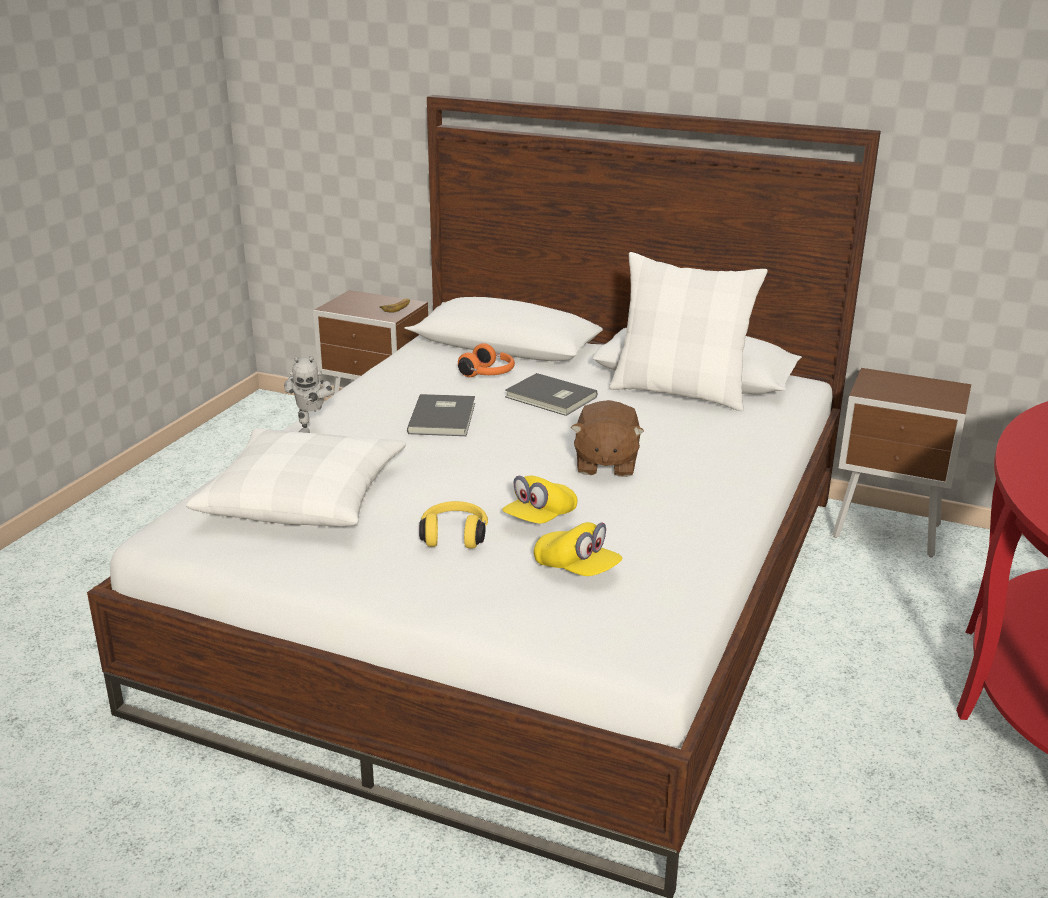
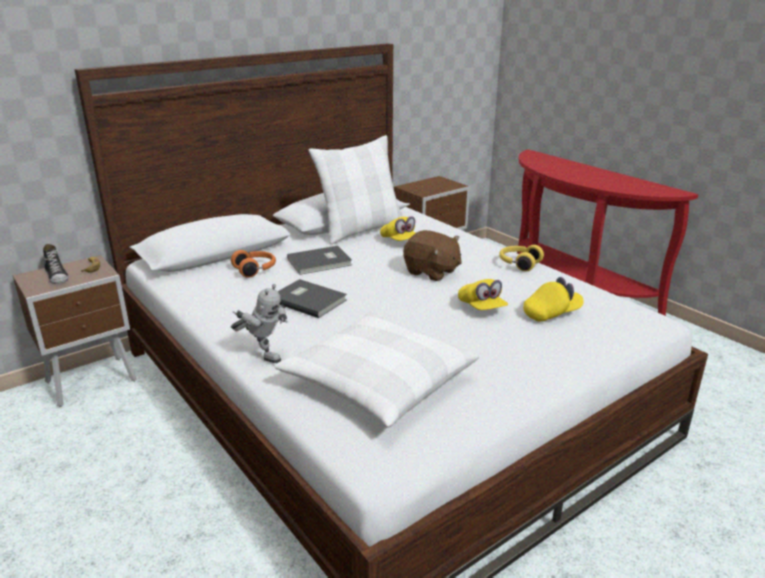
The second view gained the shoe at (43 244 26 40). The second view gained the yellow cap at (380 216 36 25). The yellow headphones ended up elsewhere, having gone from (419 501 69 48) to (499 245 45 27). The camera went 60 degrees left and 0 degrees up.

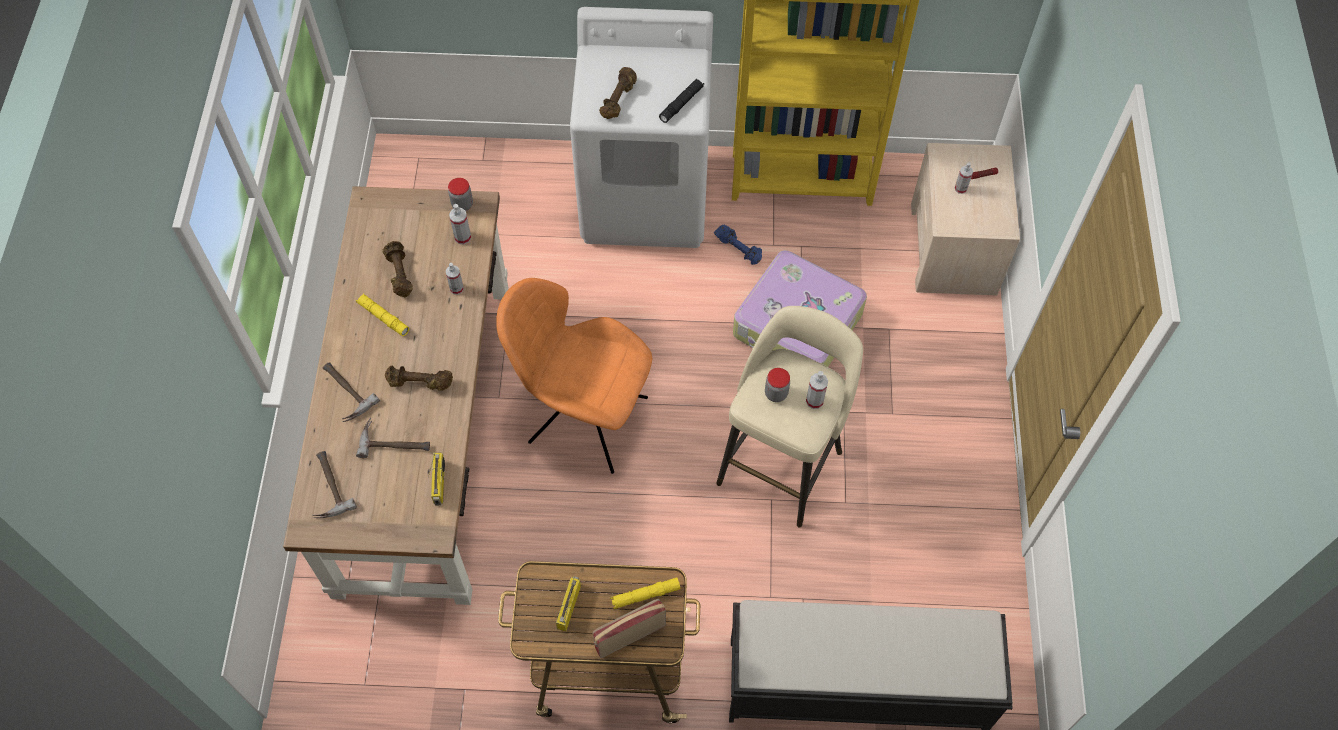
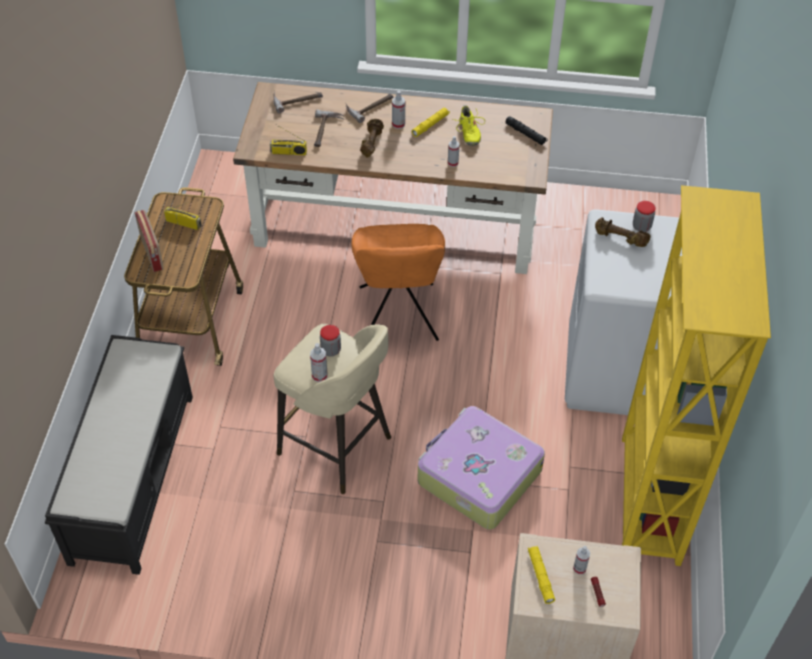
The second view lost the blue dumbbell at (714 224 48 41). The jar ended up elsewhere, having gone from (448 178 25 33) to (633 201 23 31). The spray bottle ended up elsewhere, having gone from (449 204 22 41) to (392 90 13 39). The yellow flashlight ended up elsewhere, having gone from (610 578 71 31) to (528 545 27 59). The black flashlight ended up elsewhere, having gone from (659 78 45 45) to (506 116 41 29). Where the brown dumbbell stood at (383 241 30 56), the yellow shoe came to stand at (452 106 33 40). The orange chair at (496 278 156 196) ended up facing another way, 150 degrees clockwise from before. The camera went 95 degrees right and 10 degrees down.

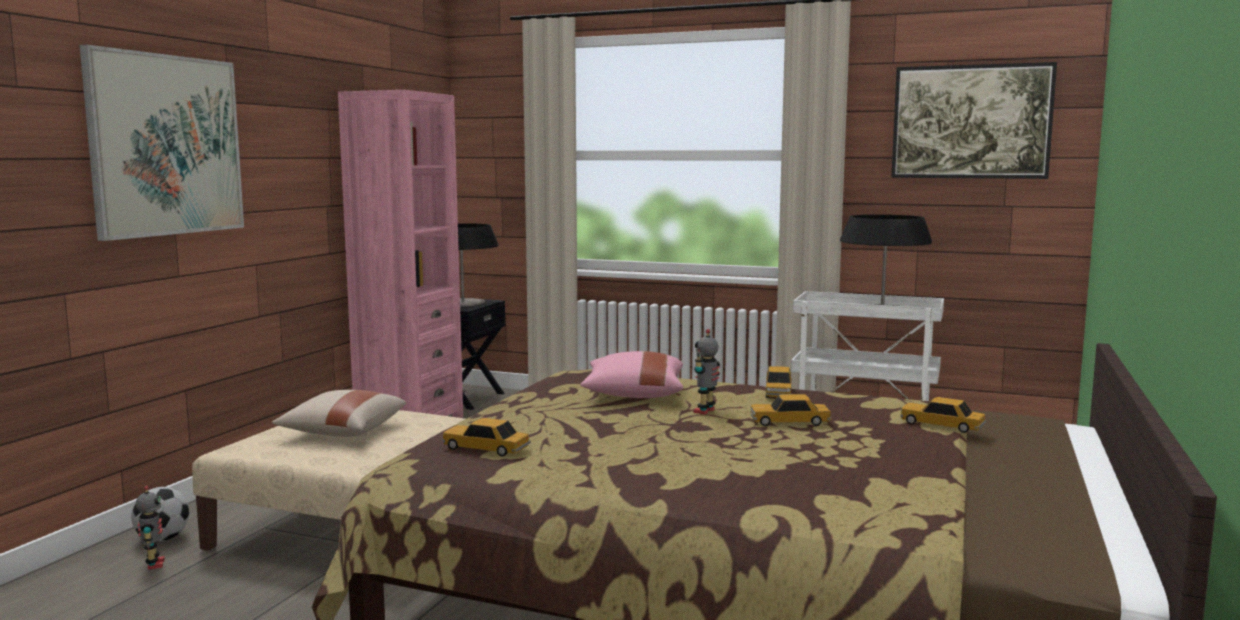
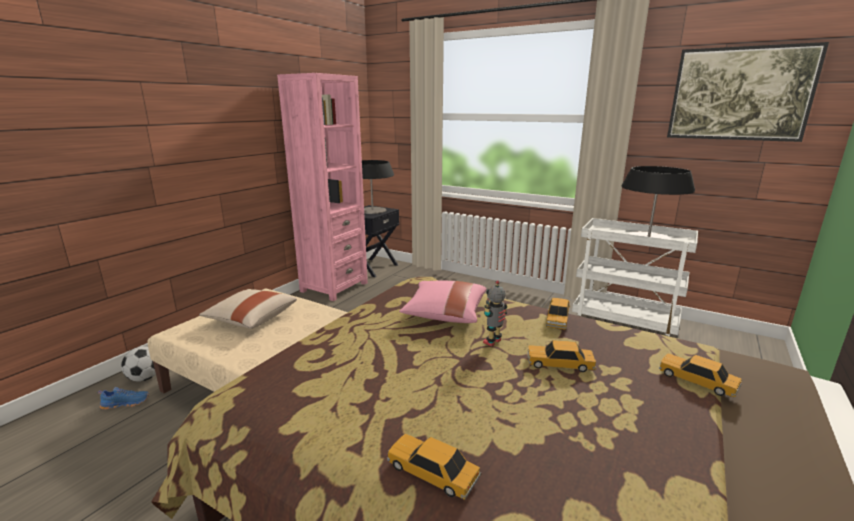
The second view lost the picture at (79 44 165 197). The toy car ended up elsewhere, having gone from (442 418 89 38) to (387 434 94 66). Where the toy robot stood at (136 486 29 83), the blue shoe came to stand at (98 387 51 23). The camera went 10 degrees right and 10 degrees up.

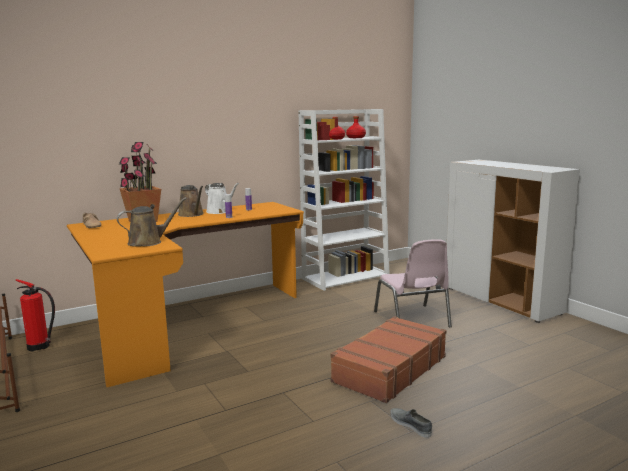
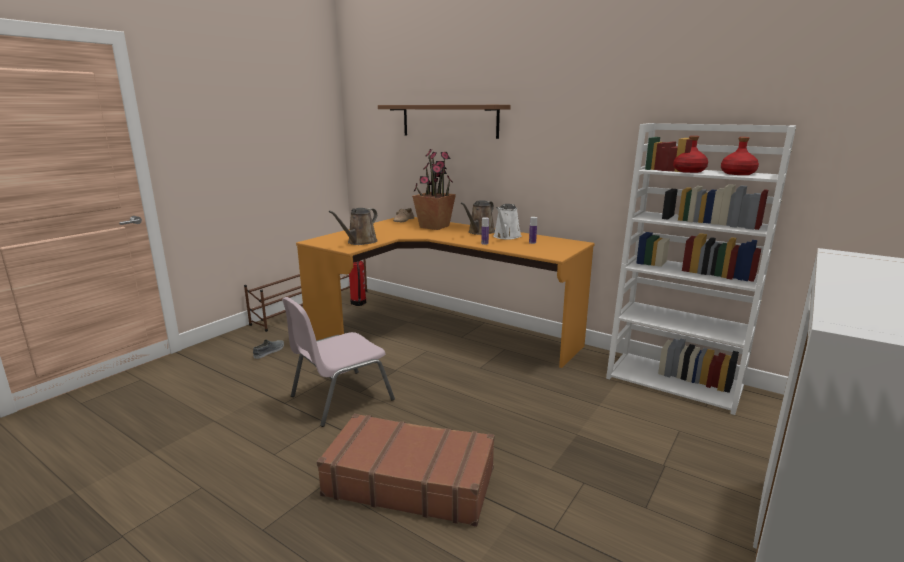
The second view gained the brown shelf at (378 105 133 34). The pink chair ended up elsewhere, having gone from (374 239 78 88) to (282 297 113 130). The grey shoe ended up elsewhere, having gone from (390 408 42 30) to (253 340 31 19). The brown watering can at (117 197 70 49) ended up facing another way, 90 degrees clockwise from before. The camera went 65 degrees right and 5 degrees up.

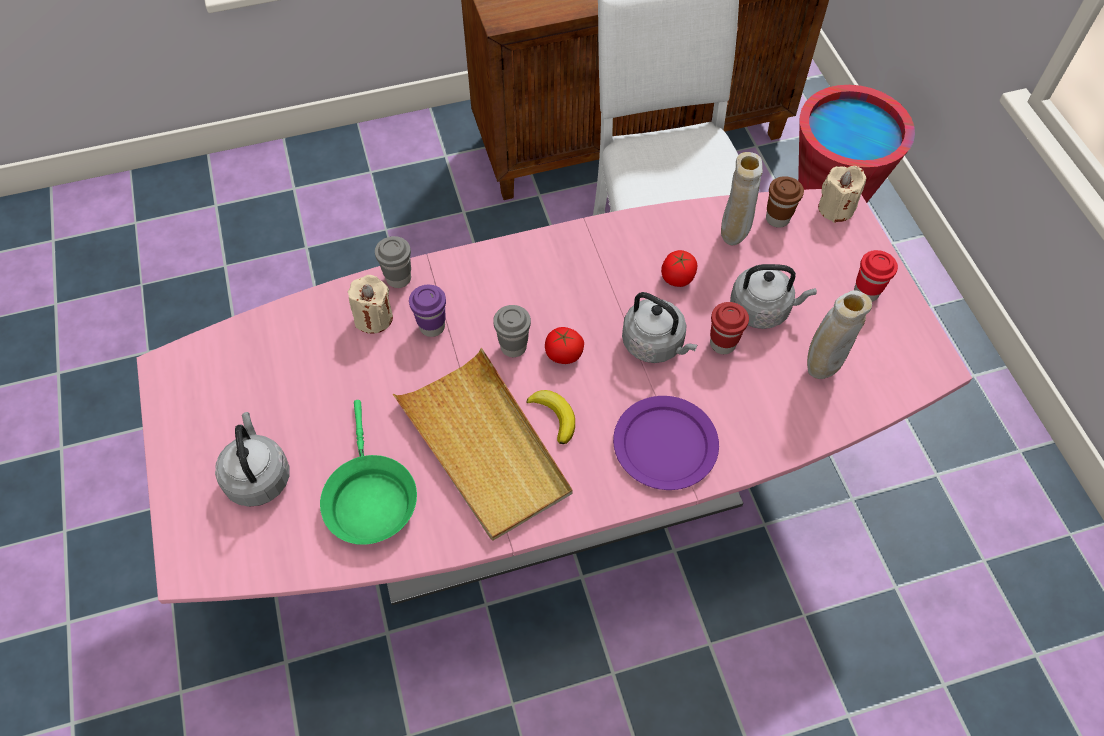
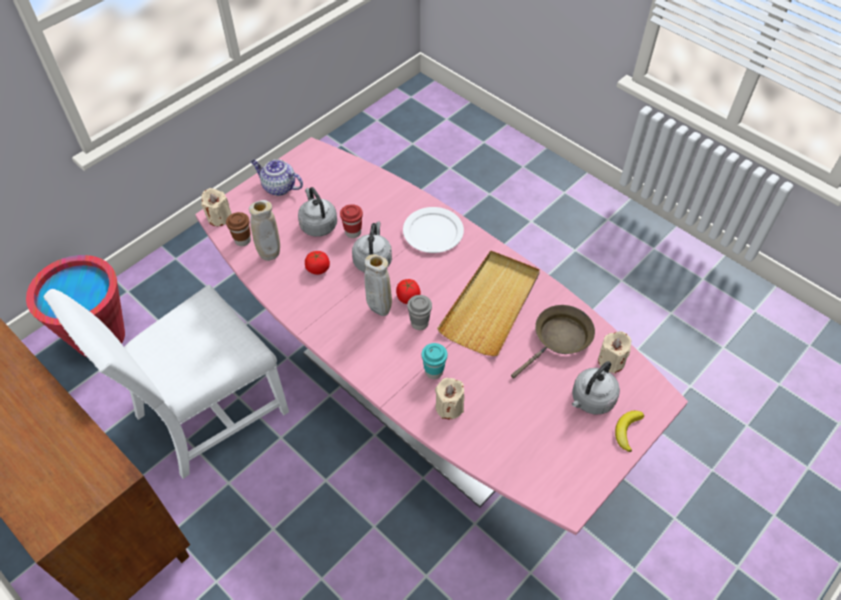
The second view lost the grey cup at (375 236 36 52). The second view gained the beige candle at (598 331 33 43). The banana ended up elsewhere, having gone from (526 390 49 54) to (615 411 29 41). The beige vase ended up elsewhere, having gone from (807 290 65 89) to (364 254 28 62). Where the red cup stood at (854 250 44 52), the teapot came to stand at (251 159 52 37). What was the green frying pan at (320 400 97 145) turned into the brown frying pan at (511 305 84 74). What was the purple cup at (409 285 37 52) turned into the turquoise cup at (422 343 25 36). What was the purple plate at (613 396 106 94) turned into the white plate at (403 207 61 46). The camera went 120 degrees left and 5 degrees down.

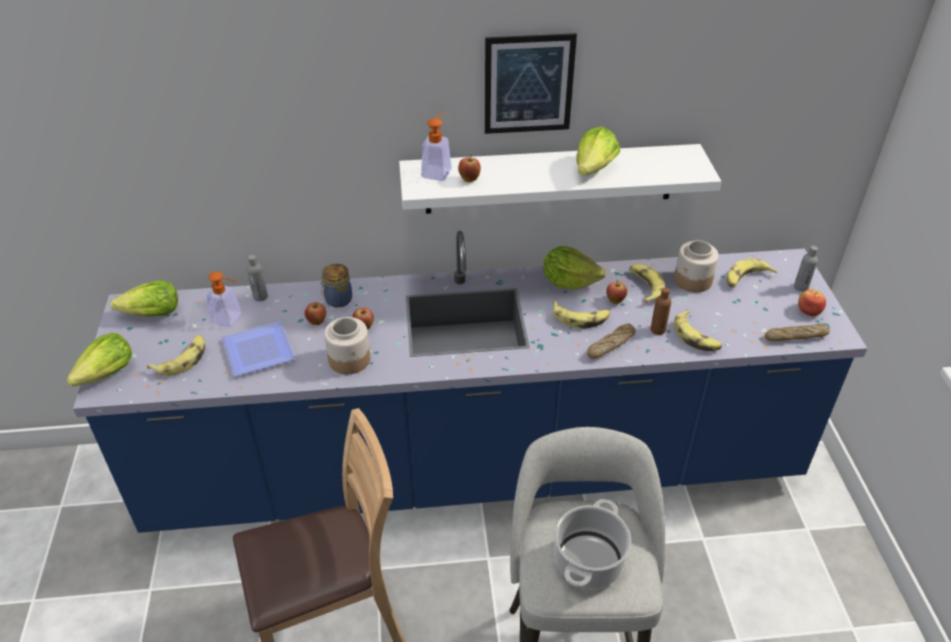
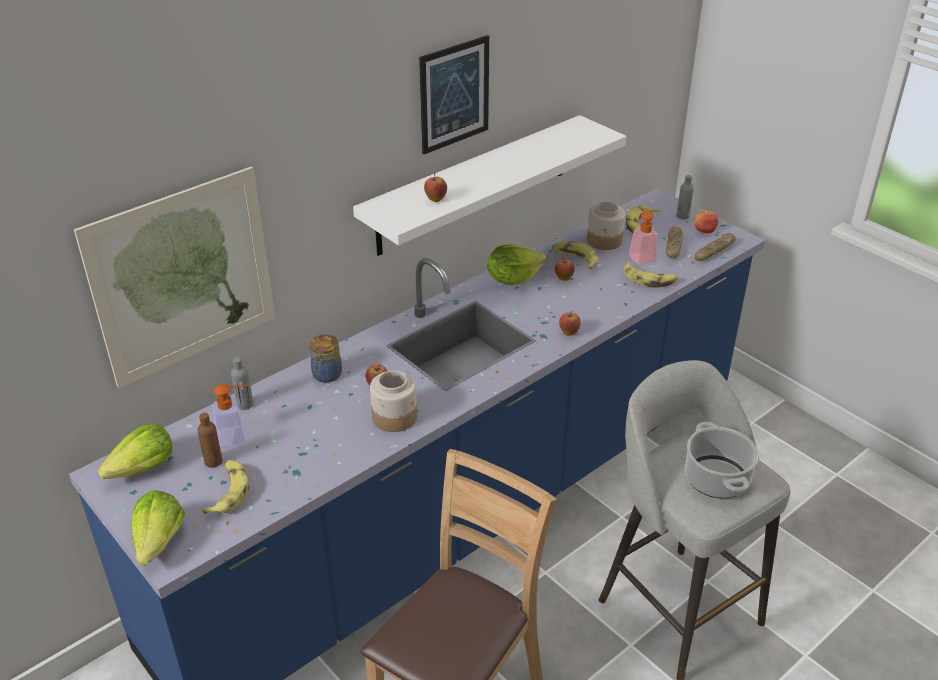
The second view lost the plate at (222 321 73 56). The second view lost the banana at (553 300 57 29). The second view lost the lettuce at (576 127 44 48). The second view gained the picture at (74 166 201 222). The apple ended up elsewhere, having gone from (305 302 21 23) to (559 311 21 25). The soap dispenser ended up elsewhere, having gone from (421 111 31 70) to (629 206 28 59). The bread ended up elsewhere, having gone from (587 323 49 36) to (666 226 16 33). The brown bottle ended up elsewhere, having gone from (651 287 20 48) to (197 413 25 55). The camera went 35 degrees left and 5 degrees down.

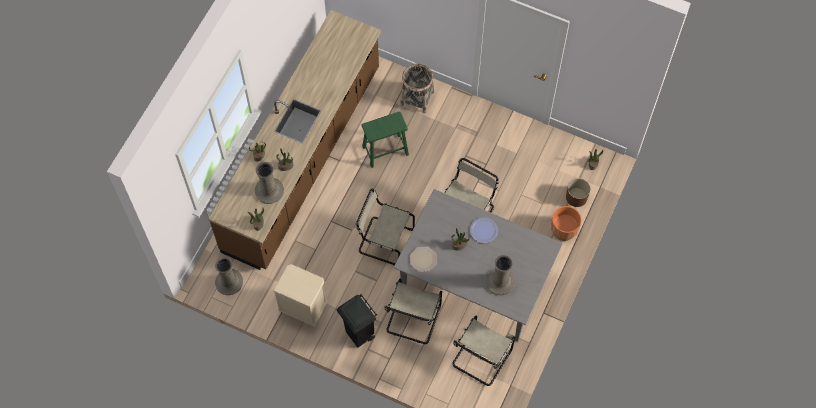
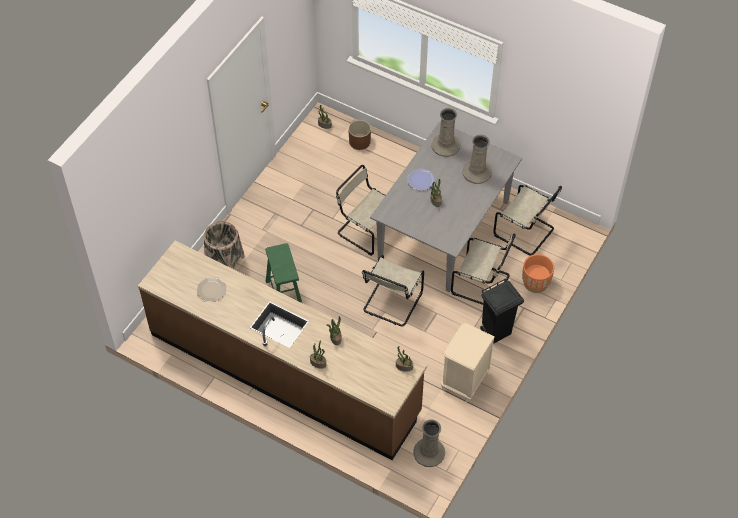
The beige vase ended up elsewhere, having gone from (255 162 29 42) to (431 108 29 49). The plate ended up elsewhere, having gone from (410 247 27 25) to (197 277 29 25). The orange planter ended up elsewhere, having gone from (551 206 30 35) to (522 254 32 39). The camera went 85 degrees left and 10 degrees down.

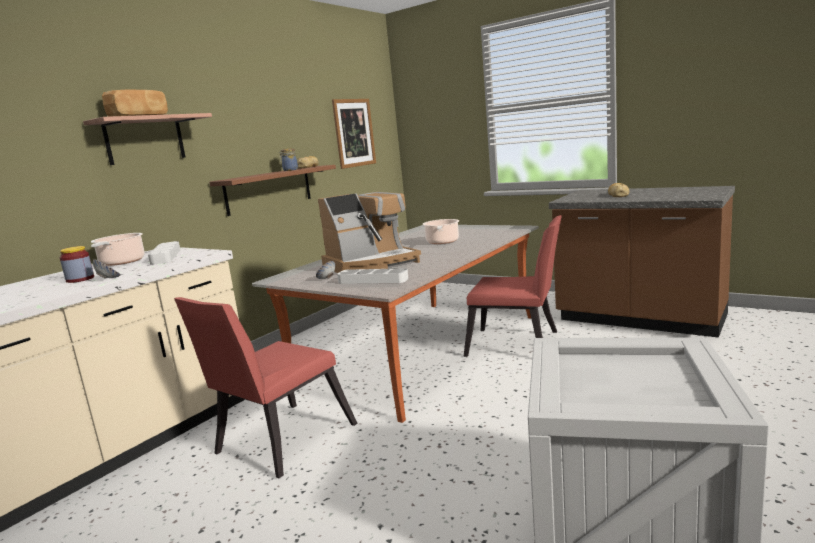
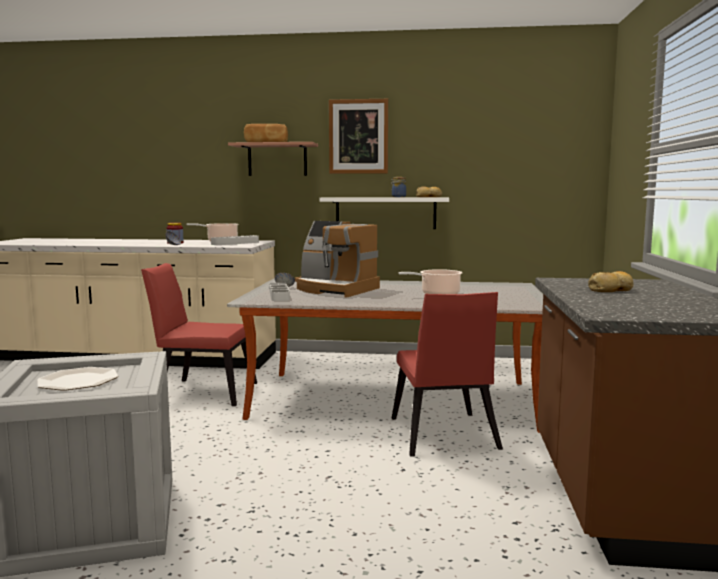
The second view gained the plate at (37 367 81 24). The picture ended up elsewhere, having gone from (332 99 44 70) to (329 99 59 75). What was the brown shelf at (209 165 127 51) turned into the white shelf at (320 197 129 32). The camera went 60 degrees right and 5 degrees down.

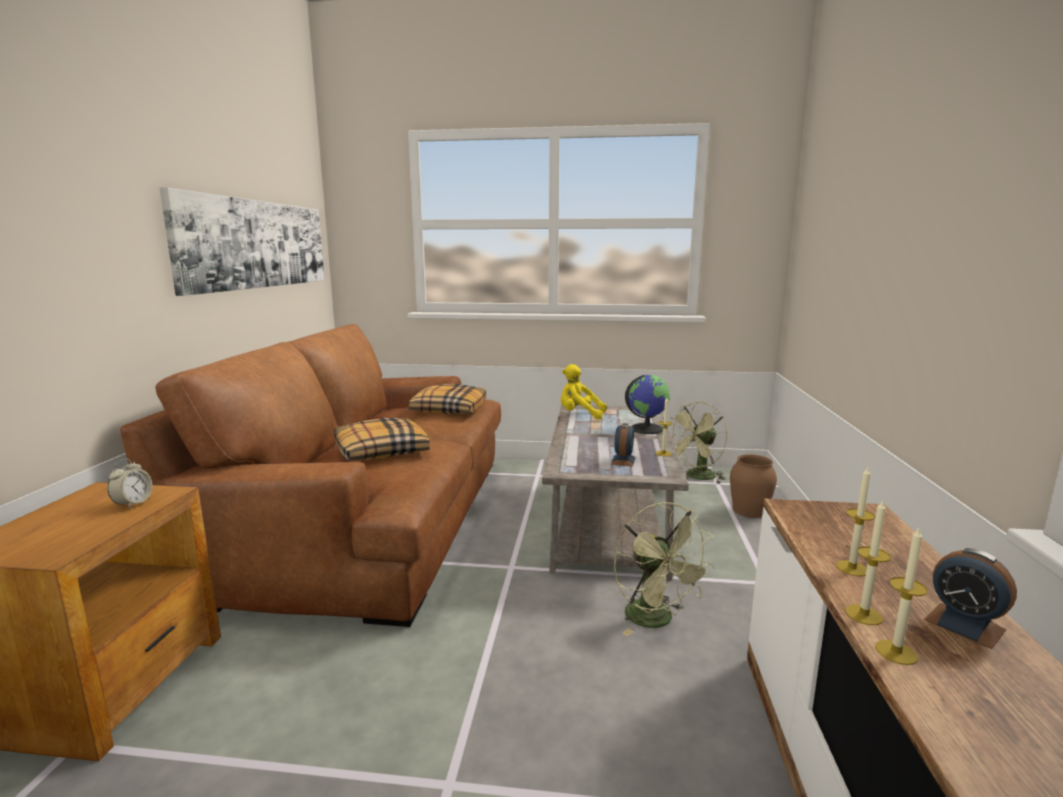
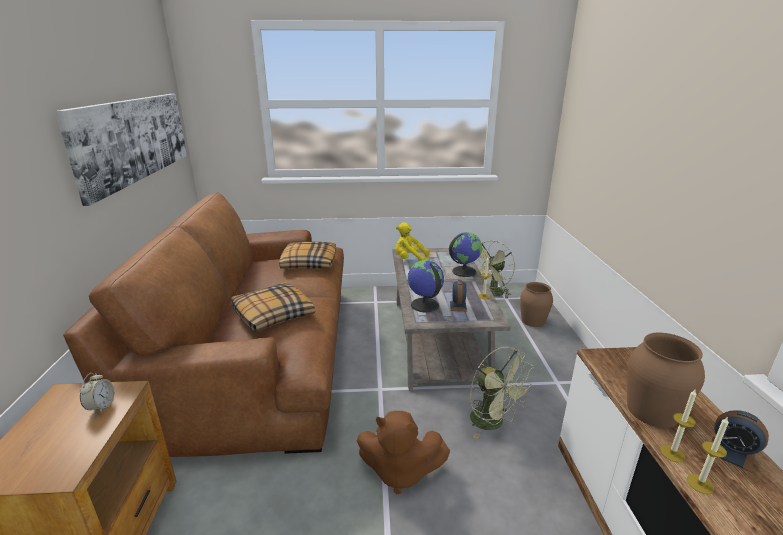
The second view gained the brown plush toy at (356 411 94 83). The second view gained the globe at (407 260 37 52). Where the candle stood at (836 467 39 109), the brown vase came to stand at (627 333 78 95). The camera went 10 degrees left and 10 degrees up.

